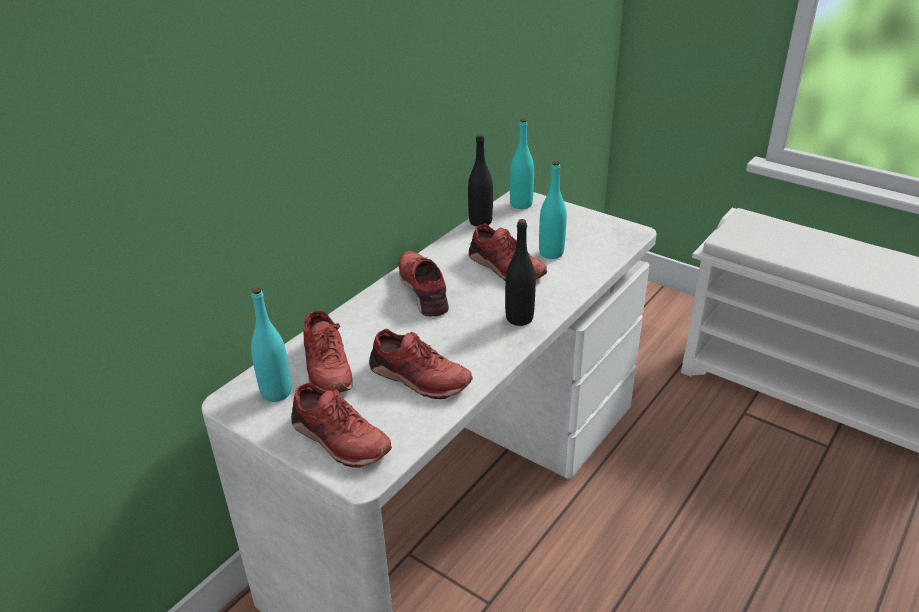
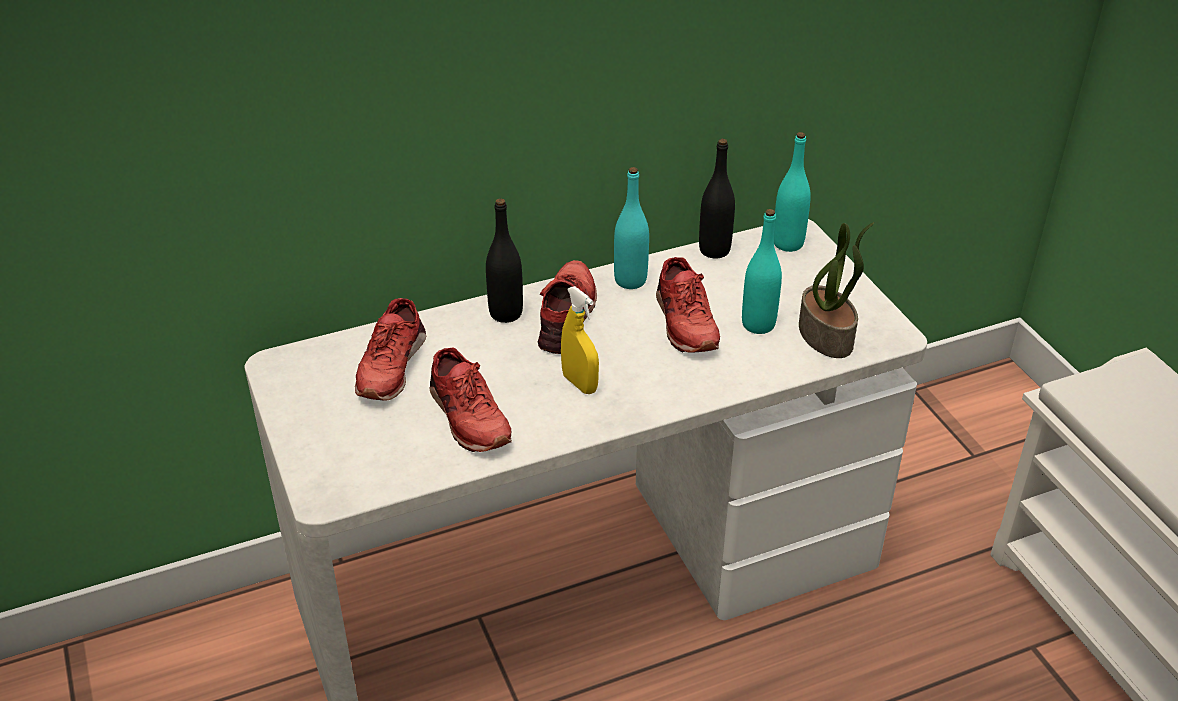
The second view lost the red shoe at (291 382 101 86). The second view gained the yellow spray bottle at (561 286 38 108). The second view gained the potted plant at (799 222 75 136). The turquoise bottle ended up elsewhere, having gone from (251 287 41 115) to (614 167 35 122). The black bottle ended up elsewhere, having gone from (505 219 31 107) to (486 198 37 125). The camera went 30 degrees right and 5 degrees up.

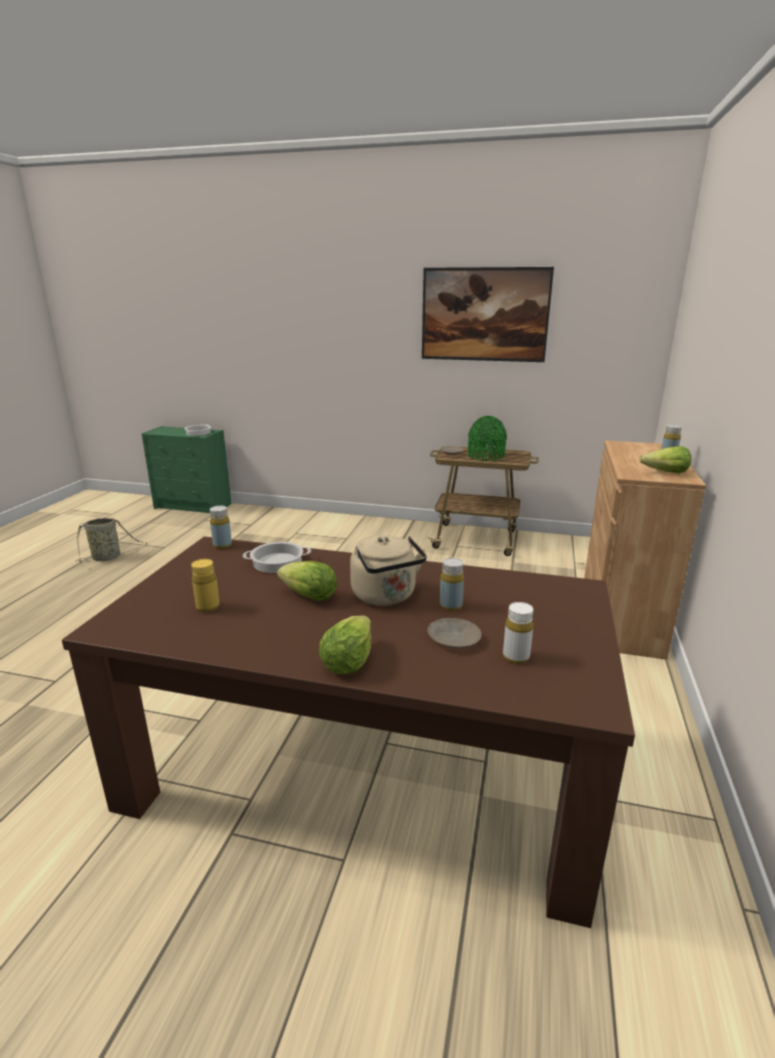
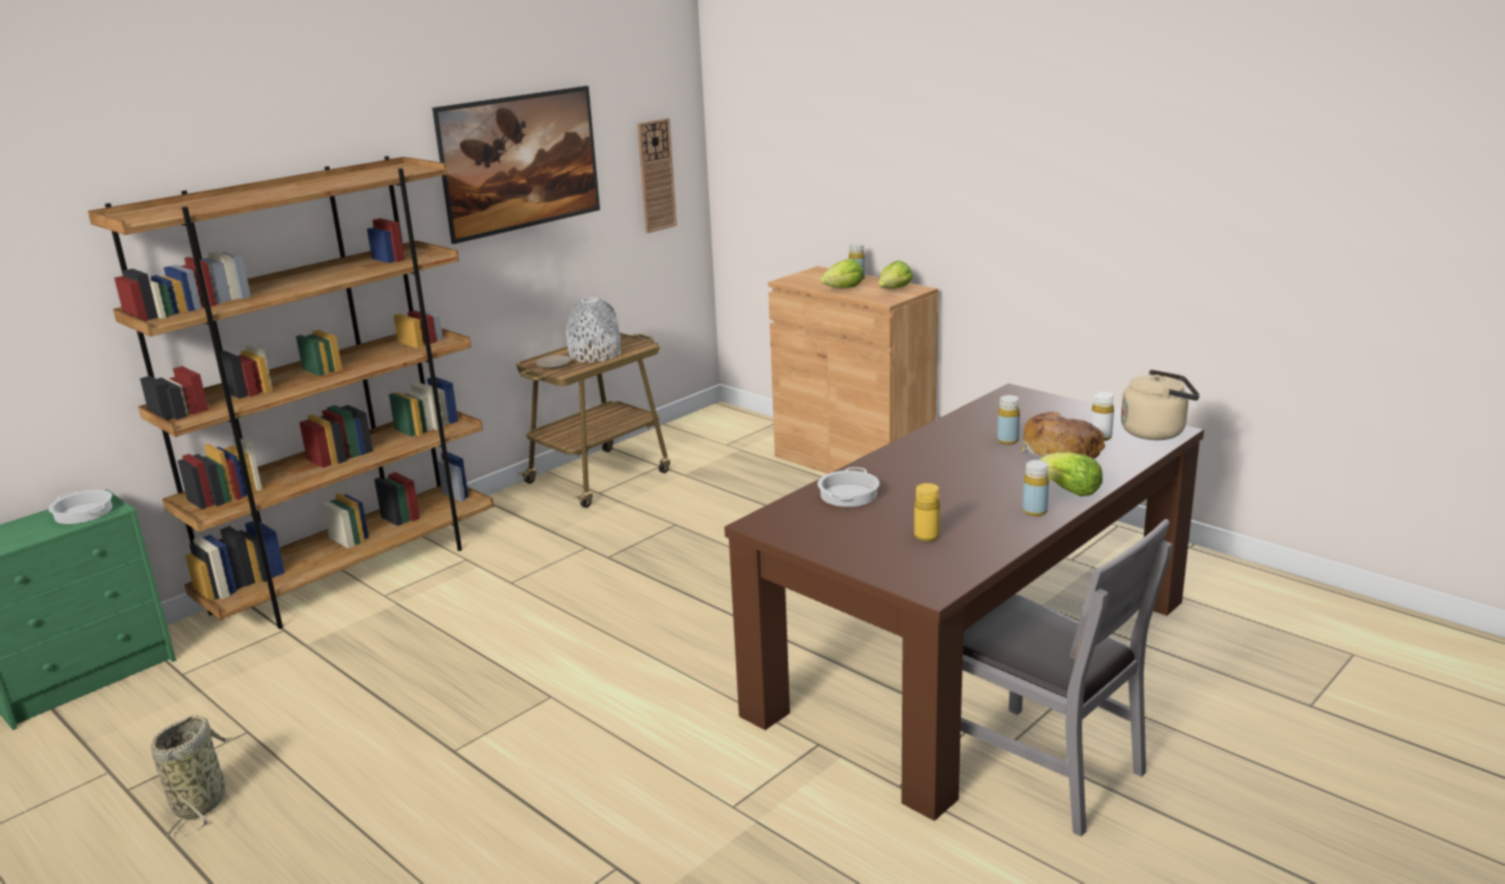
The second view gained the brown bookcase at (88 156 406 473). The second view gained the wall clock at (637 118 40 115). The second view gained the grey chair at (961 519 211 318). The yellow bottle ended up elsewhere, having gone from (210 506 22 43) to (1022 460 27 56). The lettuce ended up elsewhere, having gone from (277 561 60 40) to (820 258 44 30). The beige kettle ended up elsewhere, having gone from (350 535 77 71) to (1121 370 79 70). Where the beige plate stood at (428 618 54 30), the bread came to stand at (1020 412 85 47). What was the green vase at (468 416 39 45) turned into the grey vase at (567 297 54 66). The camera went 60 degrees left and 0 degrees up.

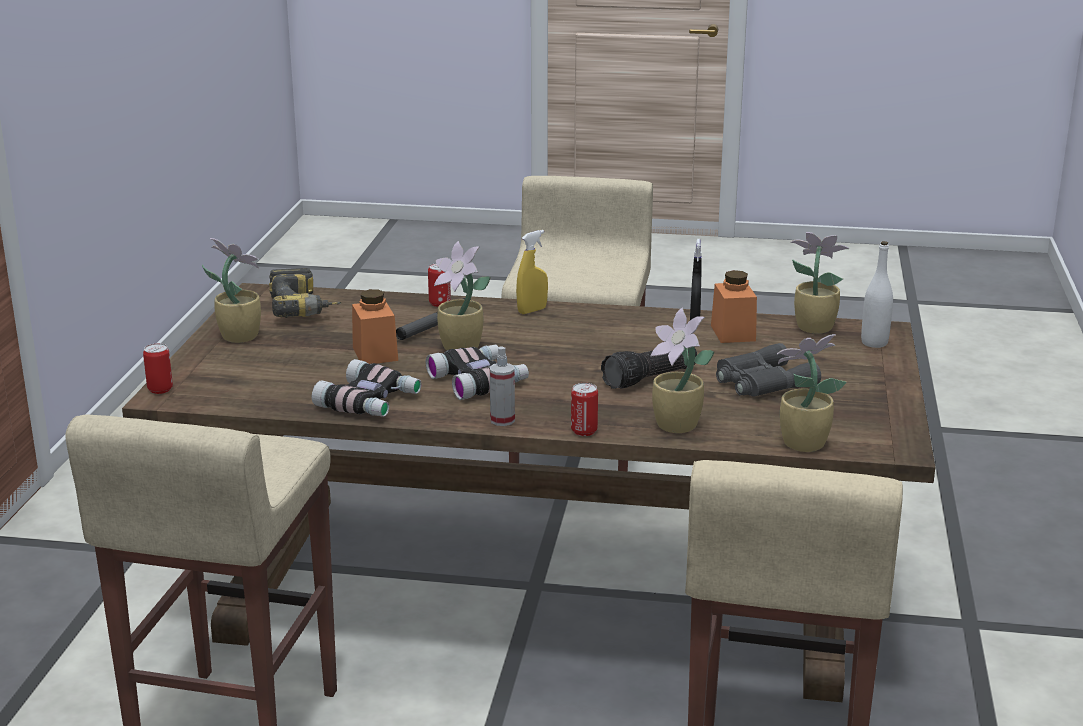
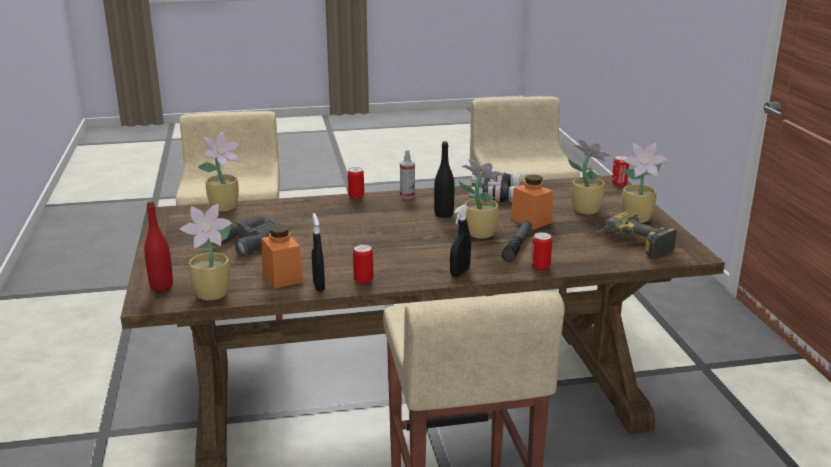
The second view lost the flashlight at (601 347 96 42). The second view gained the can at (353 244 20 40). The potted plant ended up elsewhere, having gone from (651 308 63 125) to (568 139 44 76). Where the binoculars stood at (426 345 103 55), the black bottle came to stand at (434 141 21 77). What was the yellow spray bottle at (516 230 32 84) turned into the black spray bottle at (450 205 21 72). What was the white bottle at (861 241 32 107) turned into the red bottle at (144 201 29 90). The camera went 160 degrees right and 0 degrees up.

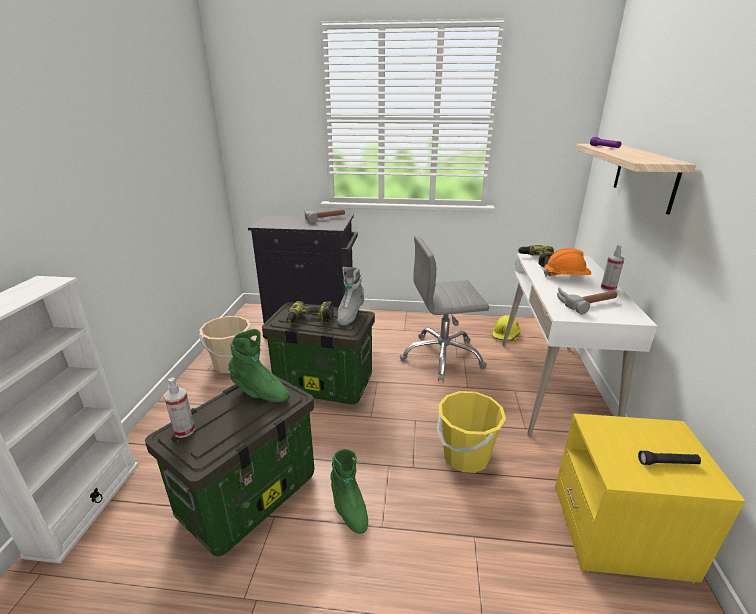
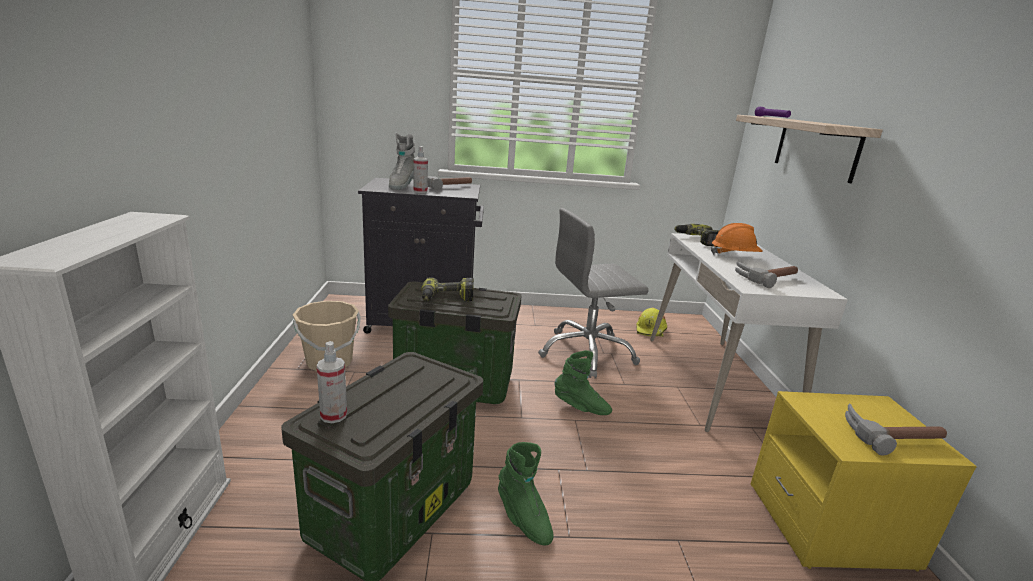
The second view lost the yellow bucket at (437 391 69 82). The green boot ended up elsewhere, having gone from (228 329 61 73) to (555 350 57 65). The grey boot ended up elsewhere, having gone from (337 267 27 59) to (389 133 26 57). The spray bottle ended up elsewhere, having gone from (601 245 23 46) to (414 146 14 47). Where the black flashlight stood at (638 451 63 14), the hammer came to stand at (845 404 102 52). The camera went 10 degrees left and 5 degrees down.

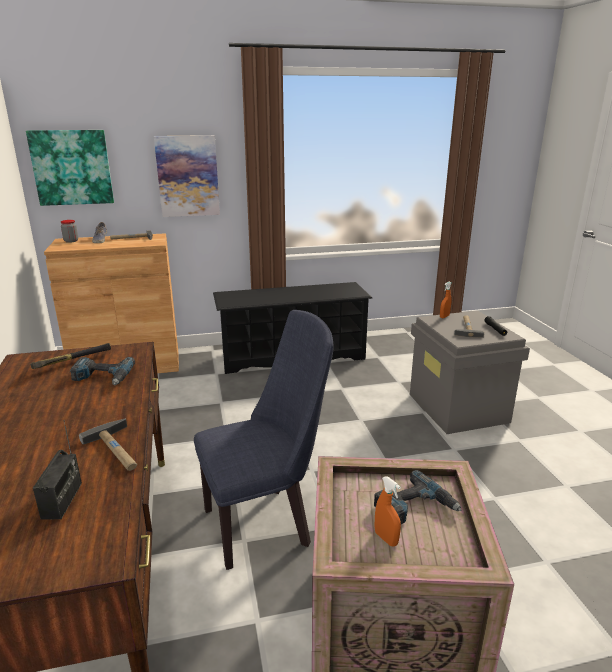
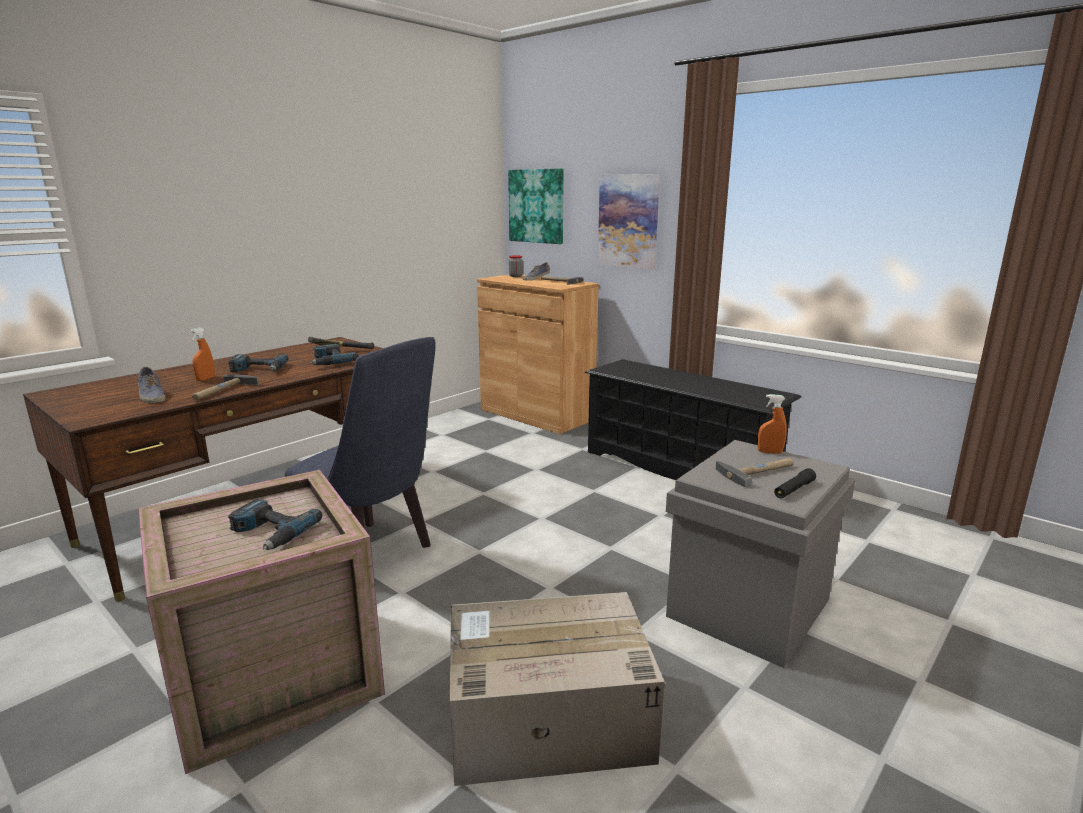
The second view gained the power drill at (228 354 61 18). The second view gained the cardboard box at (450 592 215 194). The orange spray bottle ended up elsewhere, having gone from (375 476 26 70) to (190 328 25 53). Where the radio stood at (33 420 49 100), the shoe came to stand at (138 367 27 36). The camera went 55 degrees right and 5 degrees down.

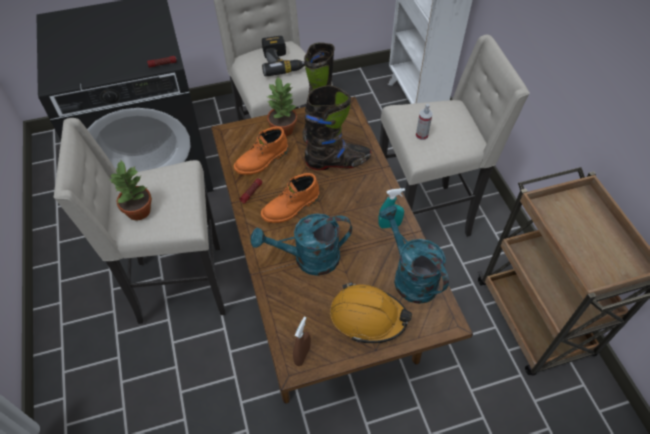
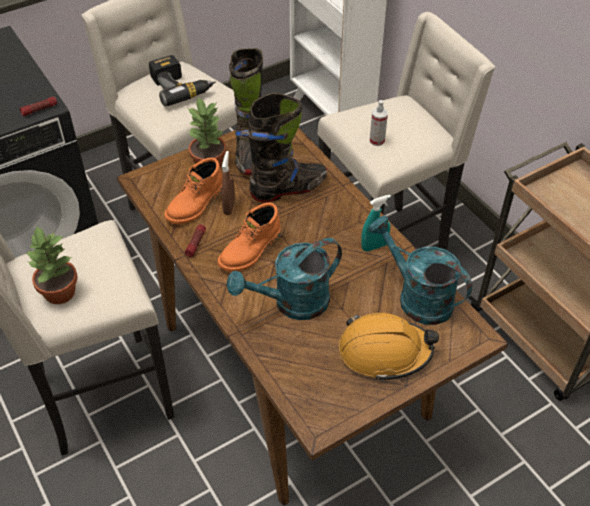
The brown spray bottle ended up elsewhere, having gone from (293 317 18 49) to (222 151 13 64). The camera went 15 degrees left and 5 degrees down.

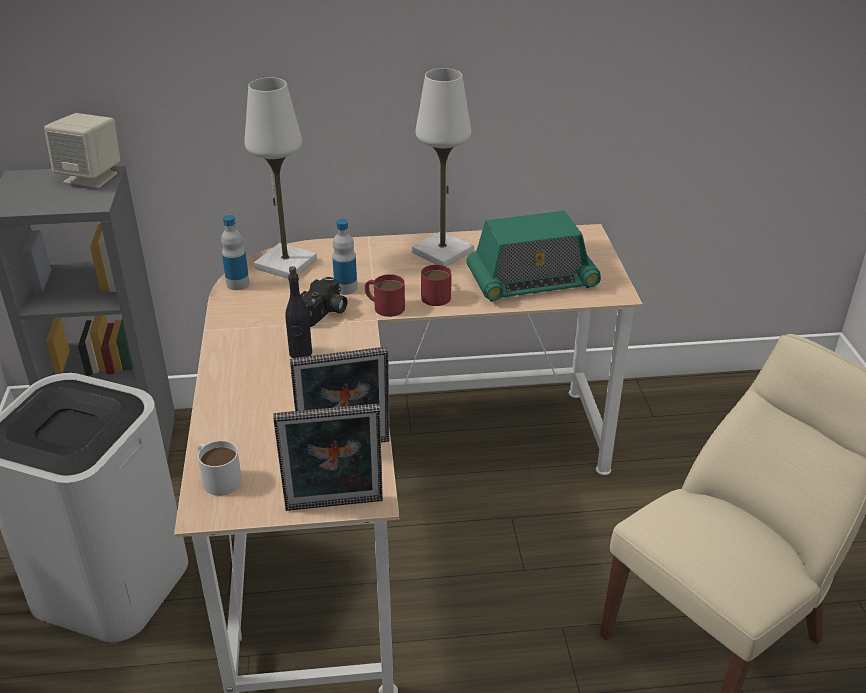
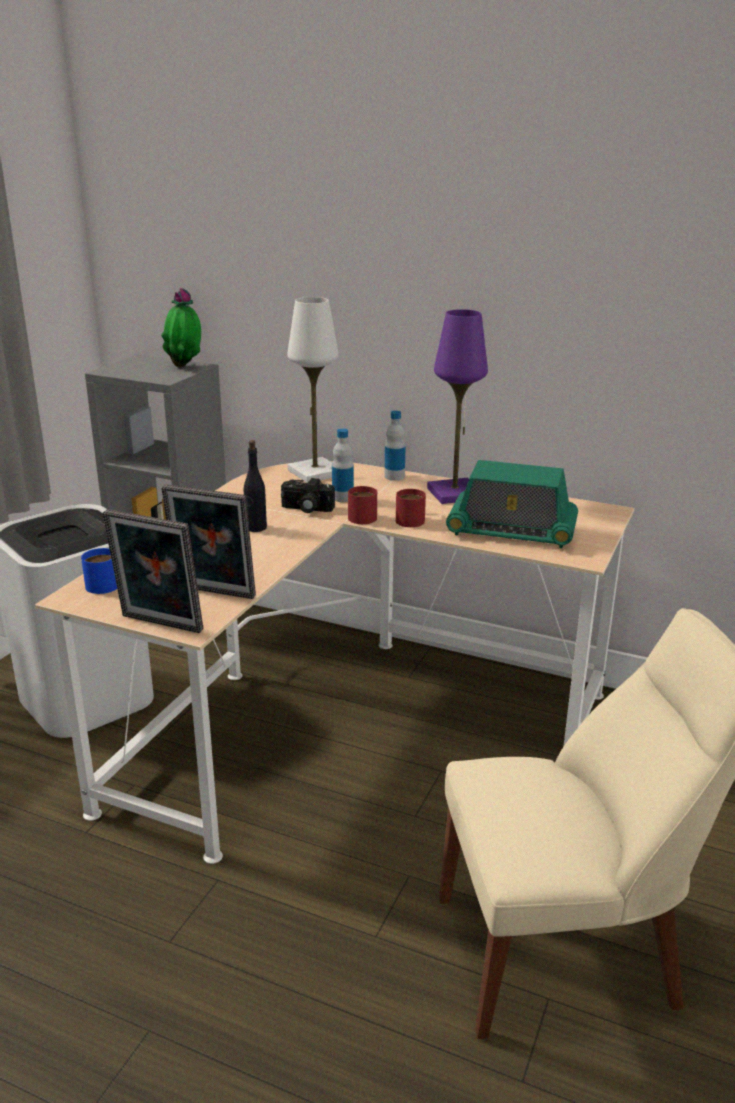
The bottle ended up elsewhere, having gone from (221 215 29 75) to (384 411 22 70). Where the beige speaker stood at (44 113 76 75), the potted plant came to stand at (161 288 40 80). What was the white mug at (198 441 44 55) turned into the blue mug at (81 548 36 46). What was the white table lamp at (412 68 62 198) turned into the purple table lamp at (427 309 61 195). The photo camera at (300 277 47 50) ended up facing another way, 45 degrees clockwise from before. The camera went 30 degrees right and 10 degrees down.

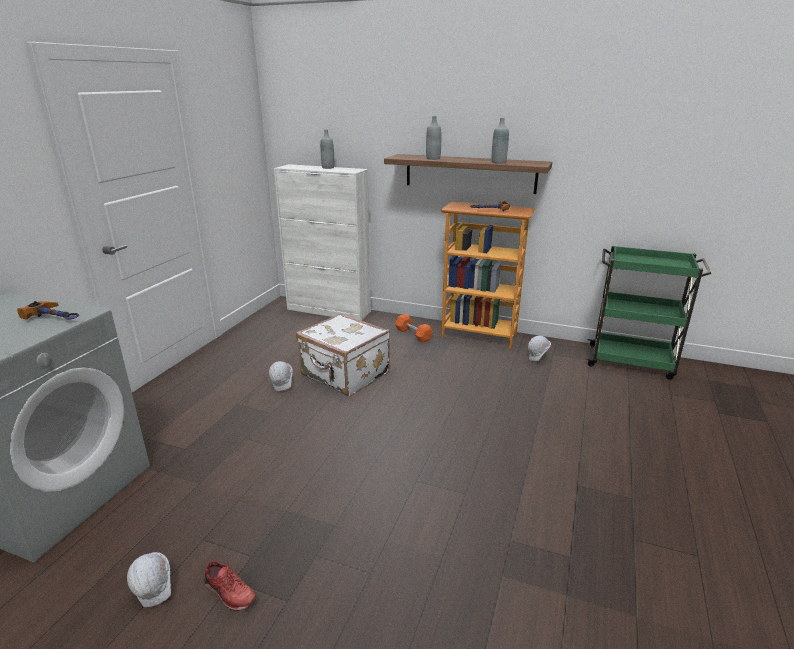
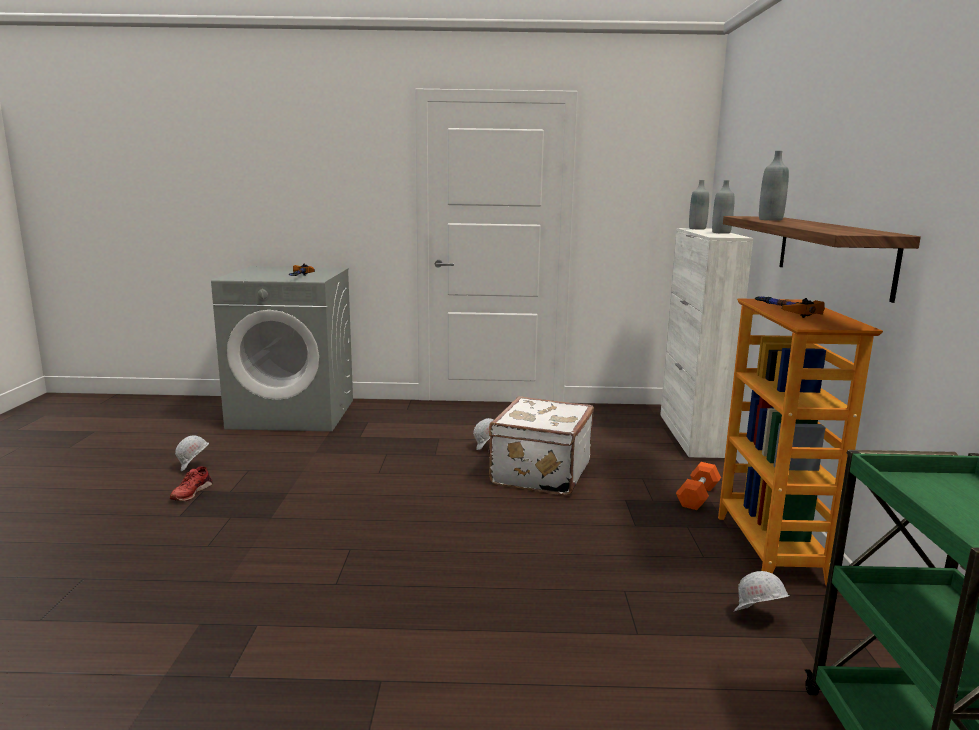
The grey bottle ended up elsewhere, having gone from (492 118 17 46) to (689 180 20 50). The camera went 70 degrees right and 10 degrees down.

